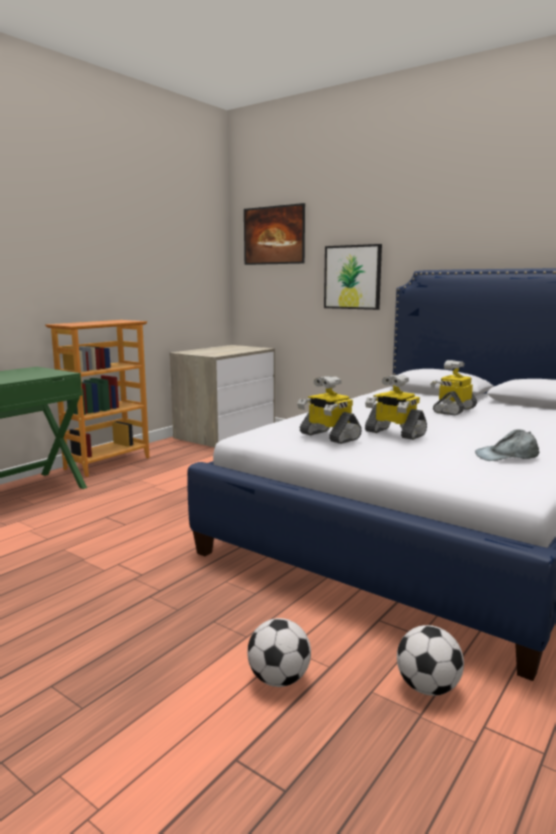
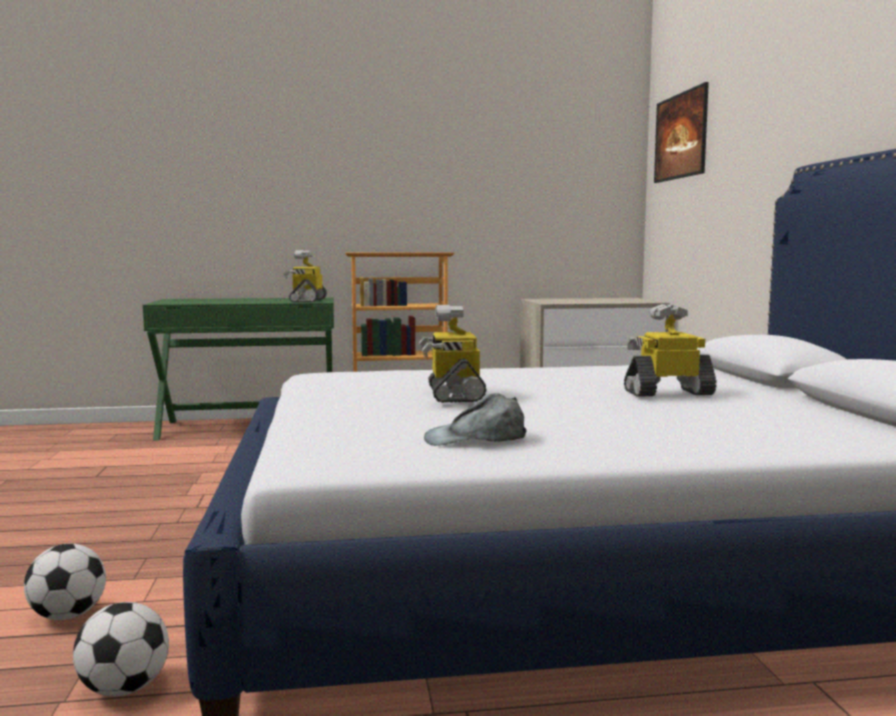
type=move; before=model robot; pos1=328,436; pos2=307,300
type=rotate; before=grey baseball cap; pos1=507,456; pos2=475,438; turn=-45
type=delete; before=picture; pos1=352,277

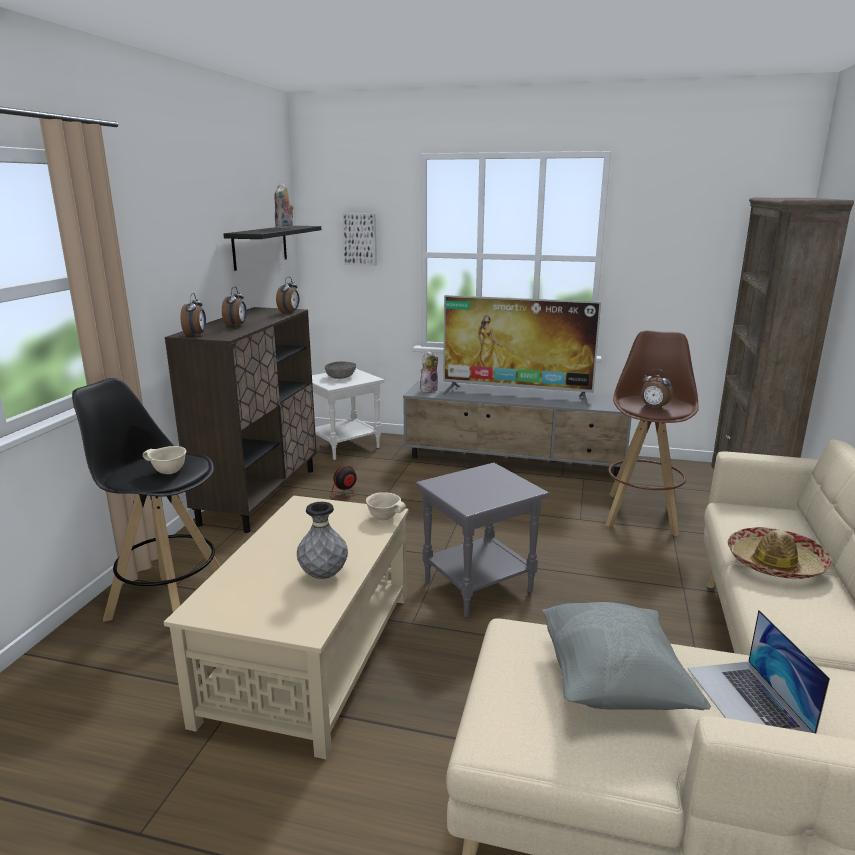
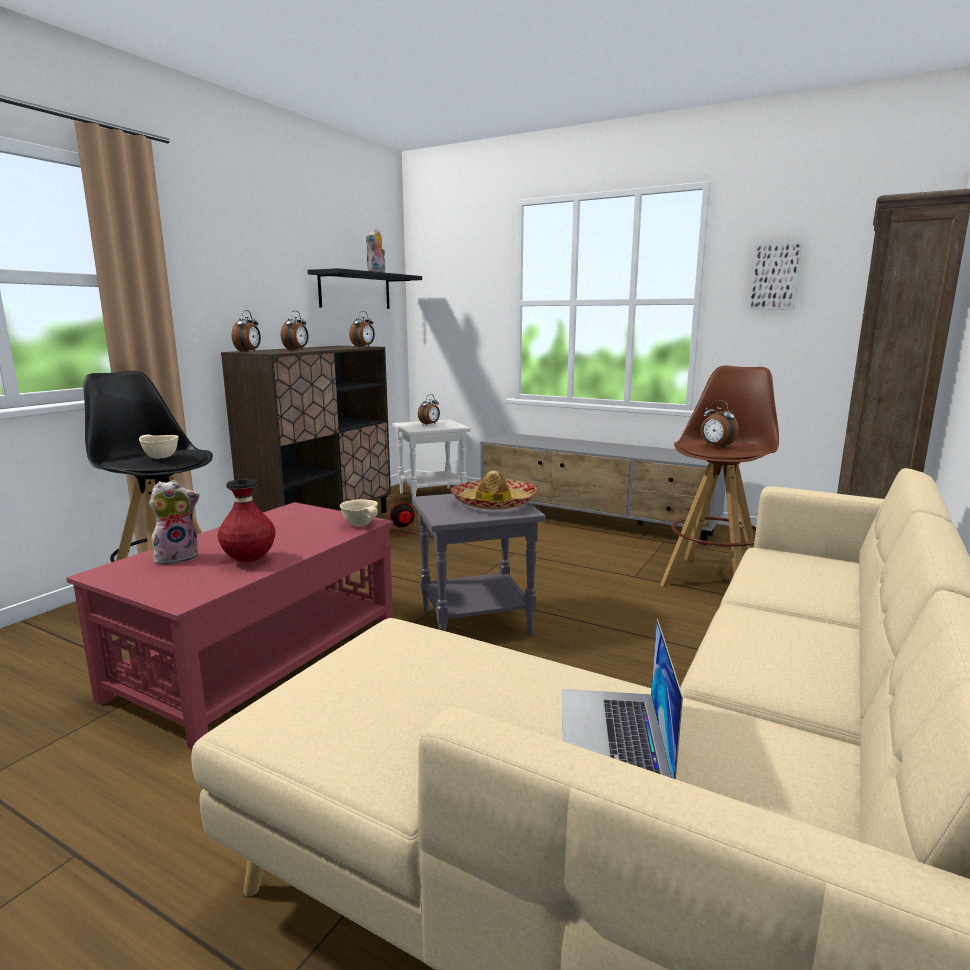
type=recolor; before=beige low table; after=red-coloured low table; pos1=310,655; pos2=258,658
type=move; before=plush toy; pos1=428,390; pos2=178,557
type=recolor; before=grey flower vase; after=red-coloured flower vase; pos1=323,575; pos2=249,561
type=replace; before=grey deep dish; after=alarm clock; pos1=340,377; pos2=430,424
type=move; before=wearable hat; pos1=775,563; pos2=494,503
type=move; before=picture; pos1=360,239; pos2=775,277
type=delete; before=television; pos1=516,395
type=delete; before=grey pillow; pos1=612,684

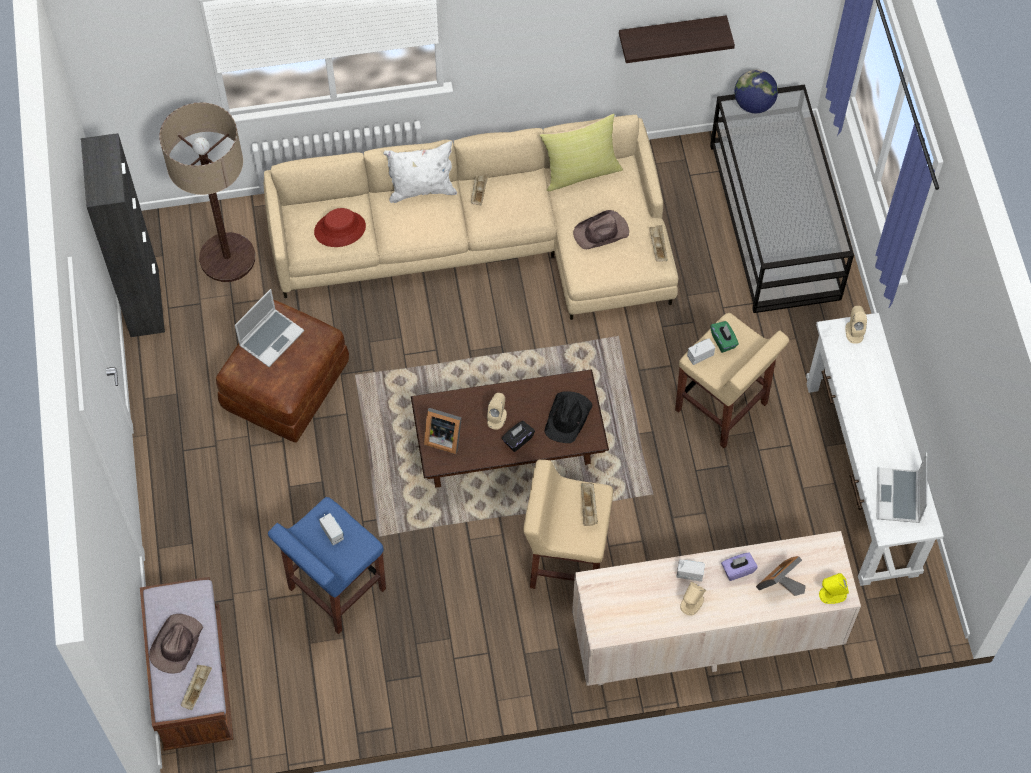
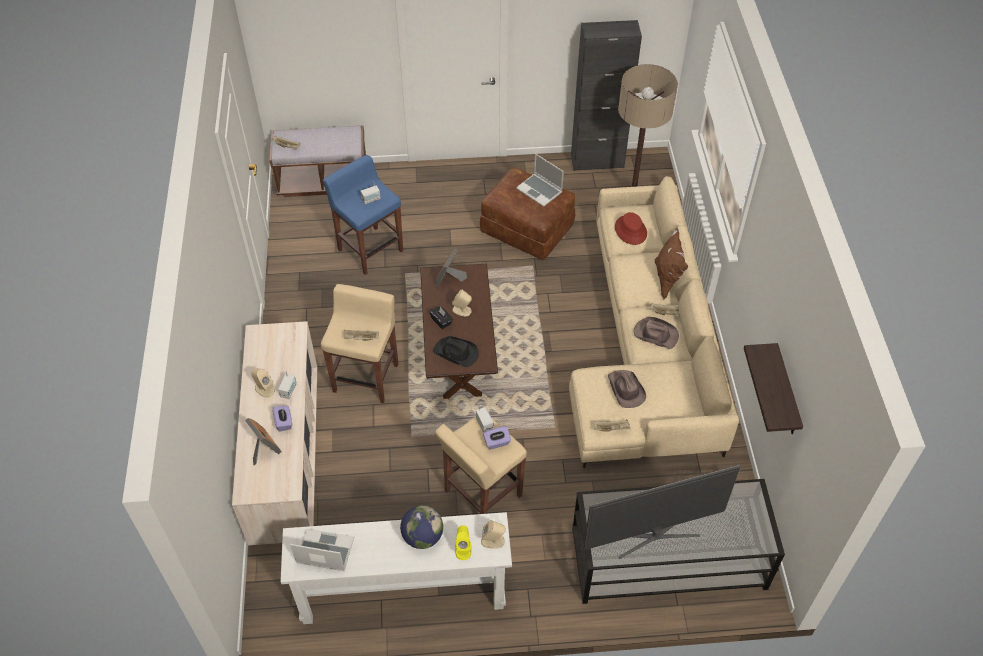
type=move; before=desk globe; pos1=753,104; pos2=422,537
type=move; before=yellow-coloured audio speaker; pos1=832,594; pos2=463,548
type=recolor; before=greenish box of tissues; after=purple-coloured box of tissues; pos1=723,341; pos2=497,442
type=insert; after=television; pos2=654,534
type=move; before=brownish wearable hat; pos1=176,645; pos2=655,334
type=recolor; before=white-coloured pillow; after=brownish pillow; pos1=421,190; pos2=667,279
type=delete; before=yellow-coloured pillow; pos1=581,172

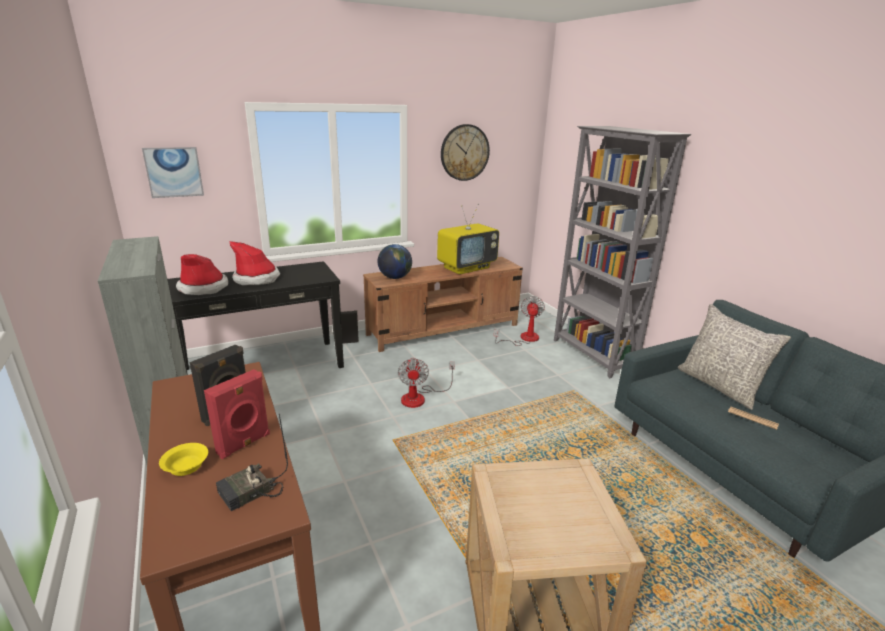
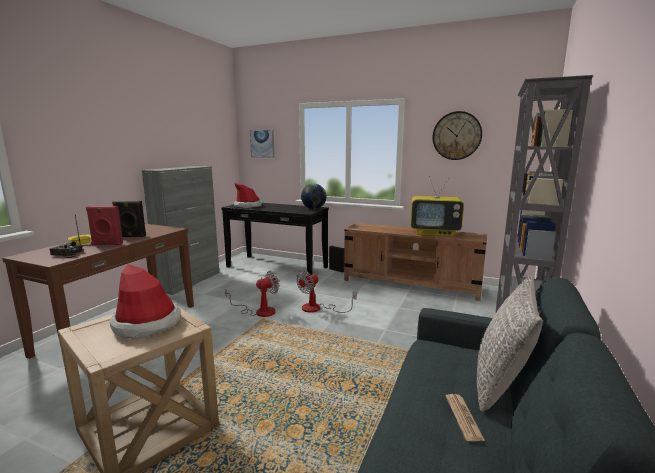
type=move; before=wearable hat; pos1=257,279; pos2=147,324
type=move; before=cooling fan; pos1=523,339; pos2=259,311
type=move; before=desk globe; pos1=395,277; pos2=314,208

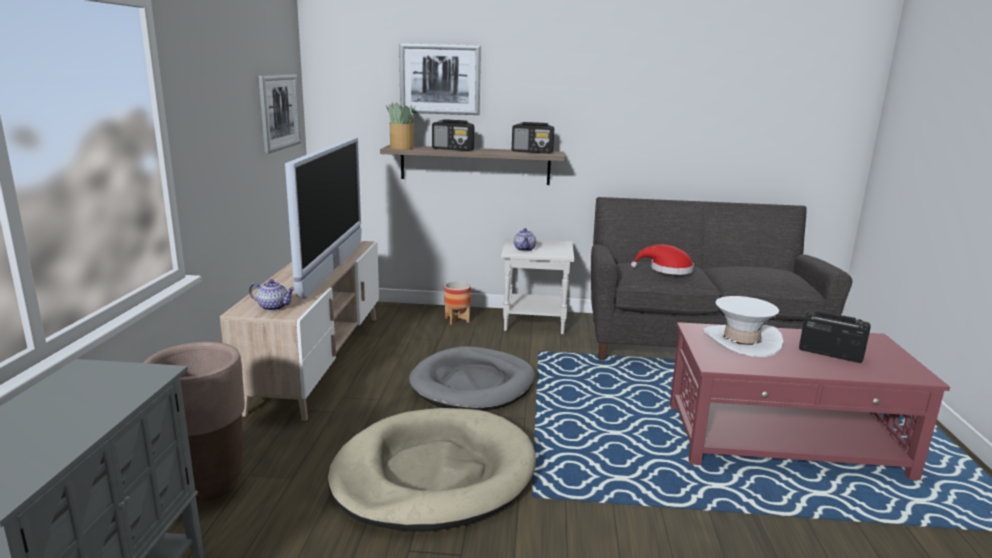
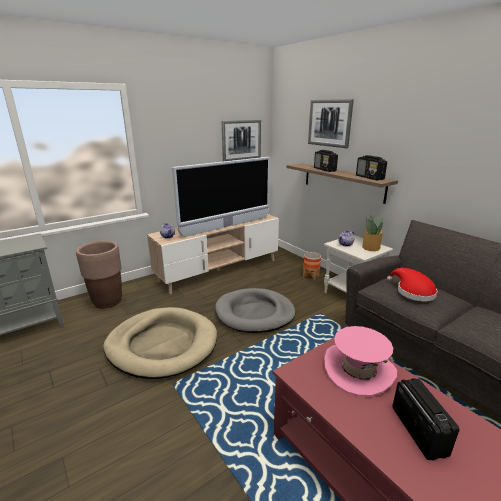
type=recolor; before=white-coloured wearable hat; after=pink wearable hat; pos1=741,341; pos2=358,370
type=move; before=potted plant; pos1=402,147; pos2=370,247

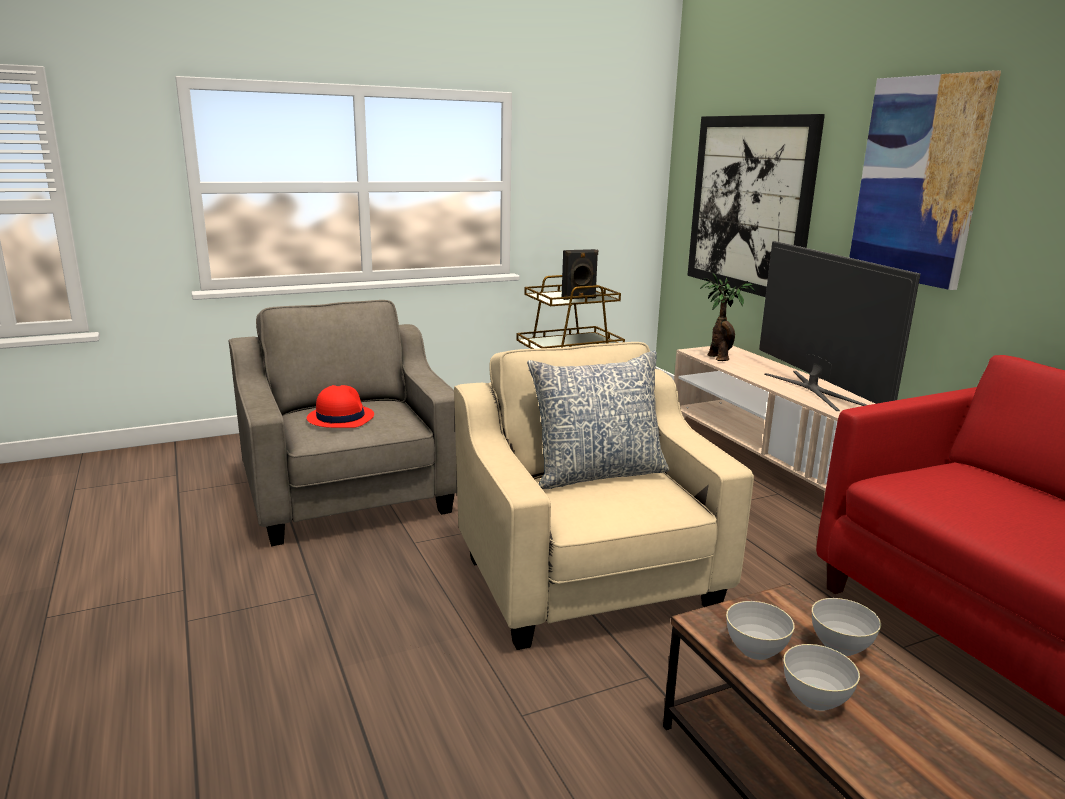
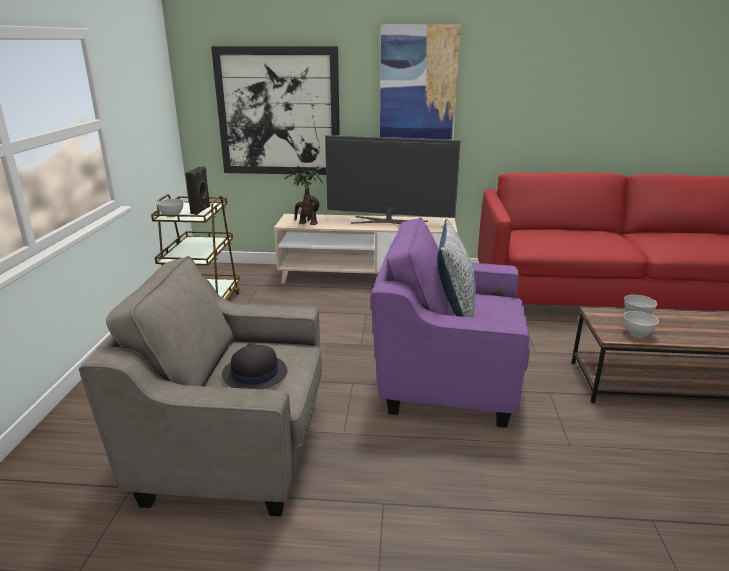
type=move; before=grey deep dish; pos1=815,699; pos2=172,215
type=recolor; before=red-coloured wearable hat; after=blackish wearable hat; pos1=340,417; pos2=254,374
type=recolor; before=beige easy chair; after=purple-coloured easy chair; pos1=590,581; pos2=448,378

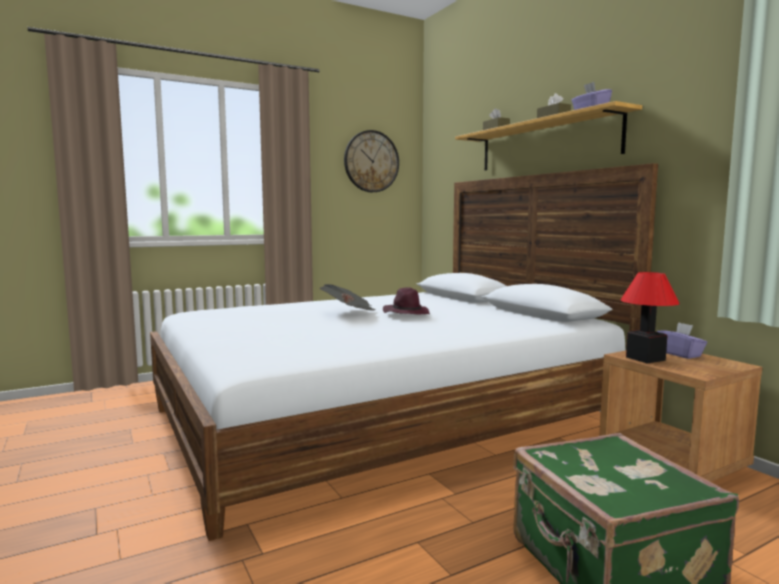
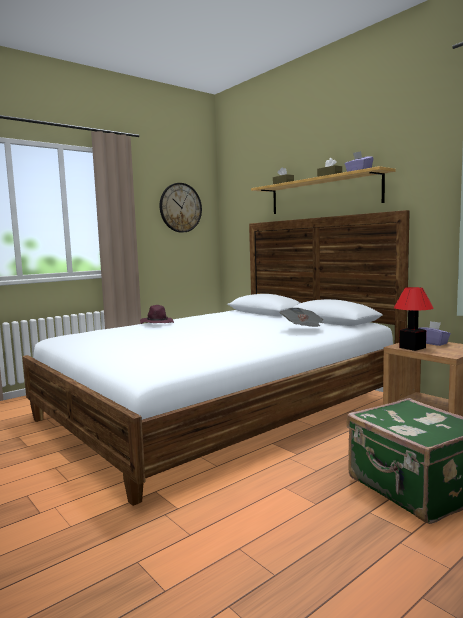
type=move; before=purple-coloured wearable hat; pos1=406,313; pos2=157,323
type=move; before=newspaper; pos1=349,313; pos2=303,330

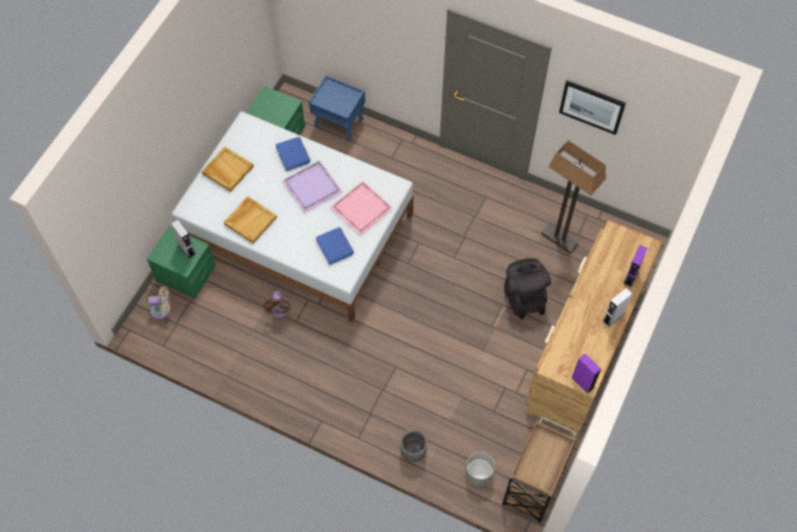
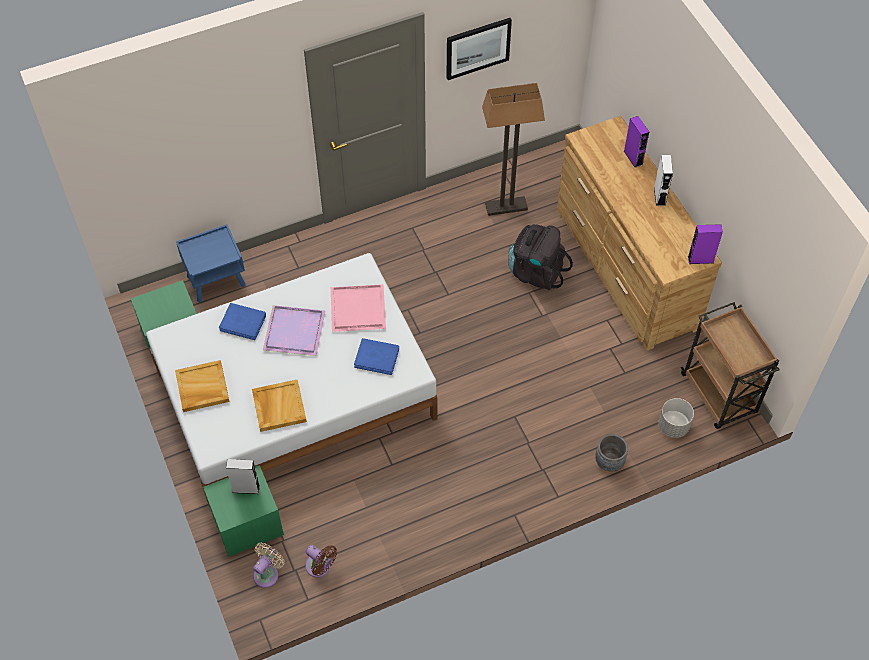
type=move; before=brownish cooling fan; pos1=279,311; pos2=320,567

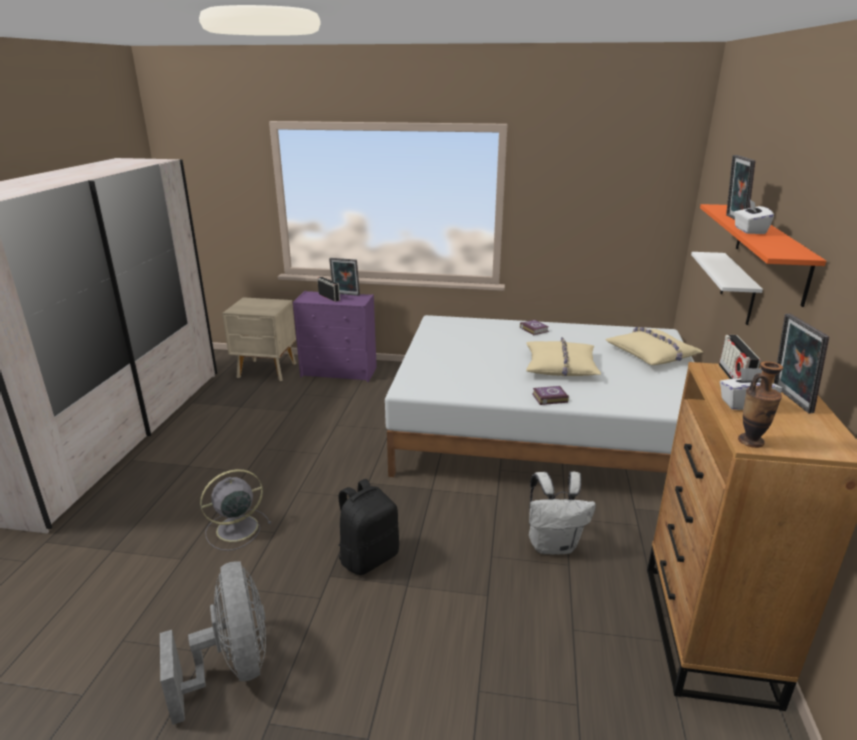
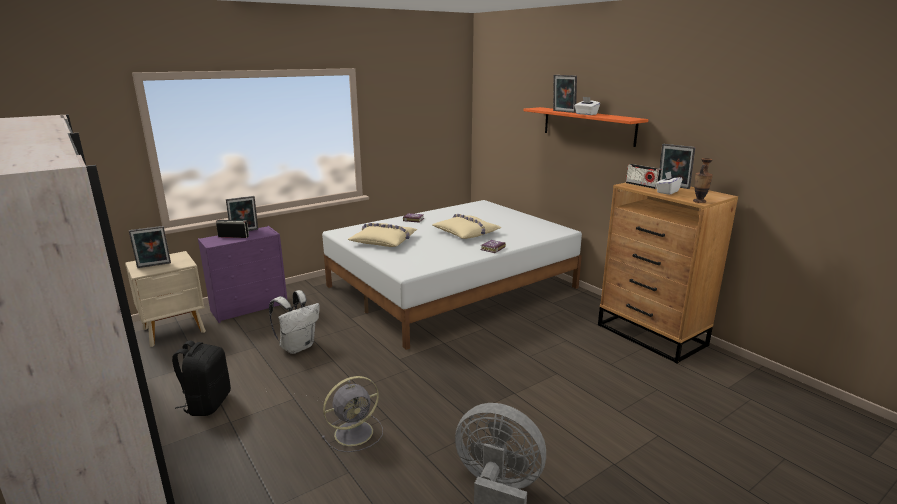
type=insert; after=photo frame; pos2=154,266
type=move; before=blackish rucksack; pos1=368,557; pos2=207,403
type=move; before=white-coloured rucksack; pos1=553,545; pos2=298,346
type=rotate; before=grey cooling fan; pos1=235,529; pos2=355,432; turn=-135
type=move; before=beige pillow; pos1=652,354; pos2=384,241
type=delete; before=white-coloured bracket shelf; pos1=738,288

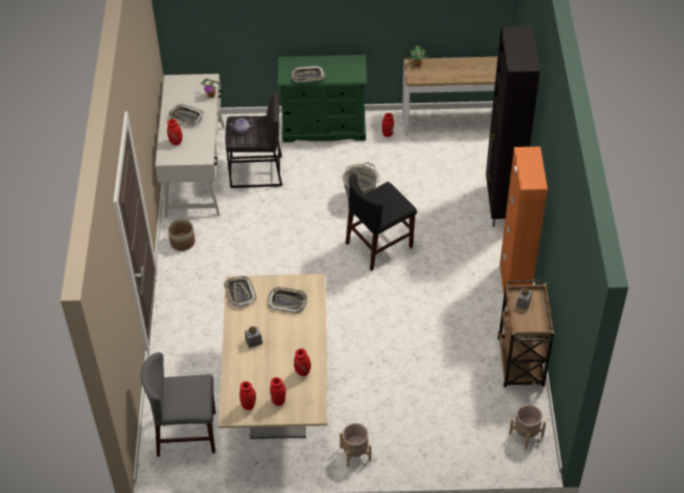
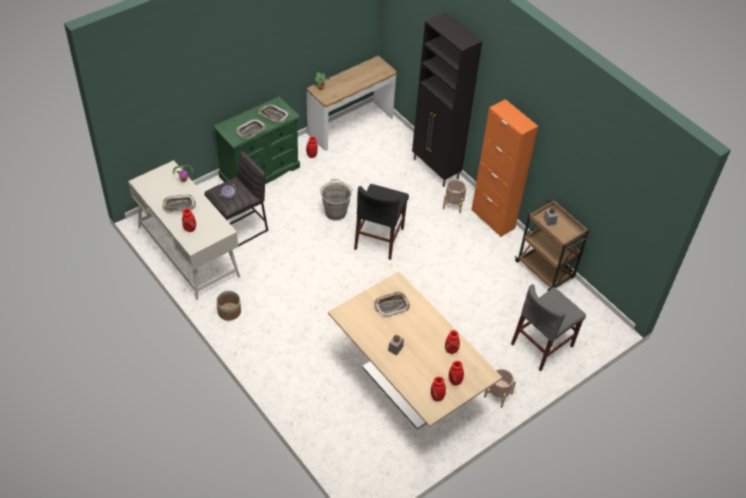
type=move; before=tray; pos1=240,293; pos2=273,115
type=move; before=beige planter; pos1=525,435; pos2=453,204
type=move; before=grey plain chair; pos1=187,433; pos2=542,345

